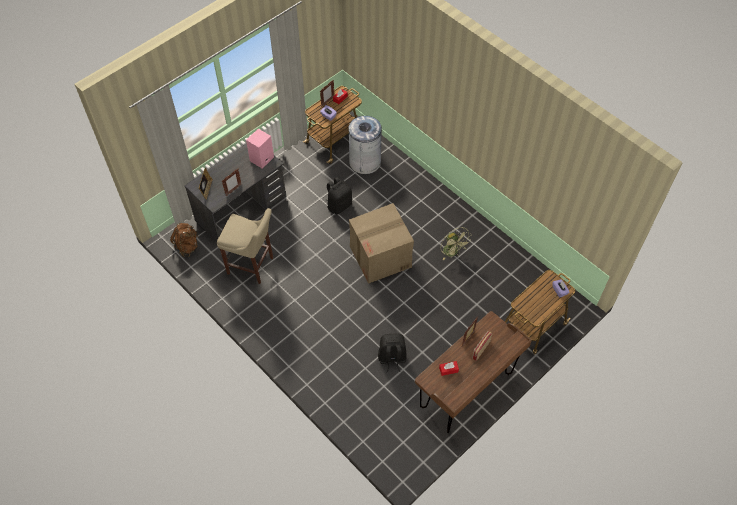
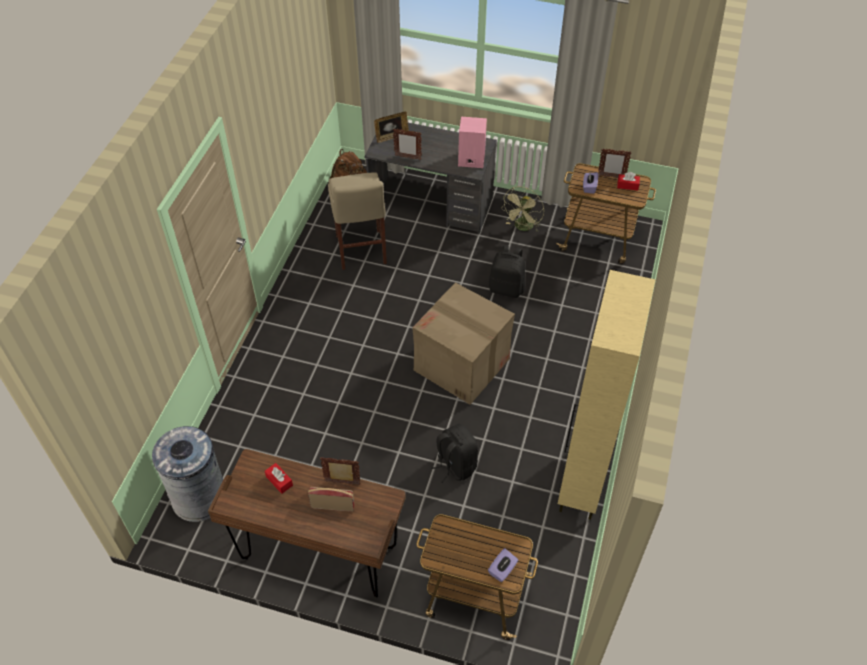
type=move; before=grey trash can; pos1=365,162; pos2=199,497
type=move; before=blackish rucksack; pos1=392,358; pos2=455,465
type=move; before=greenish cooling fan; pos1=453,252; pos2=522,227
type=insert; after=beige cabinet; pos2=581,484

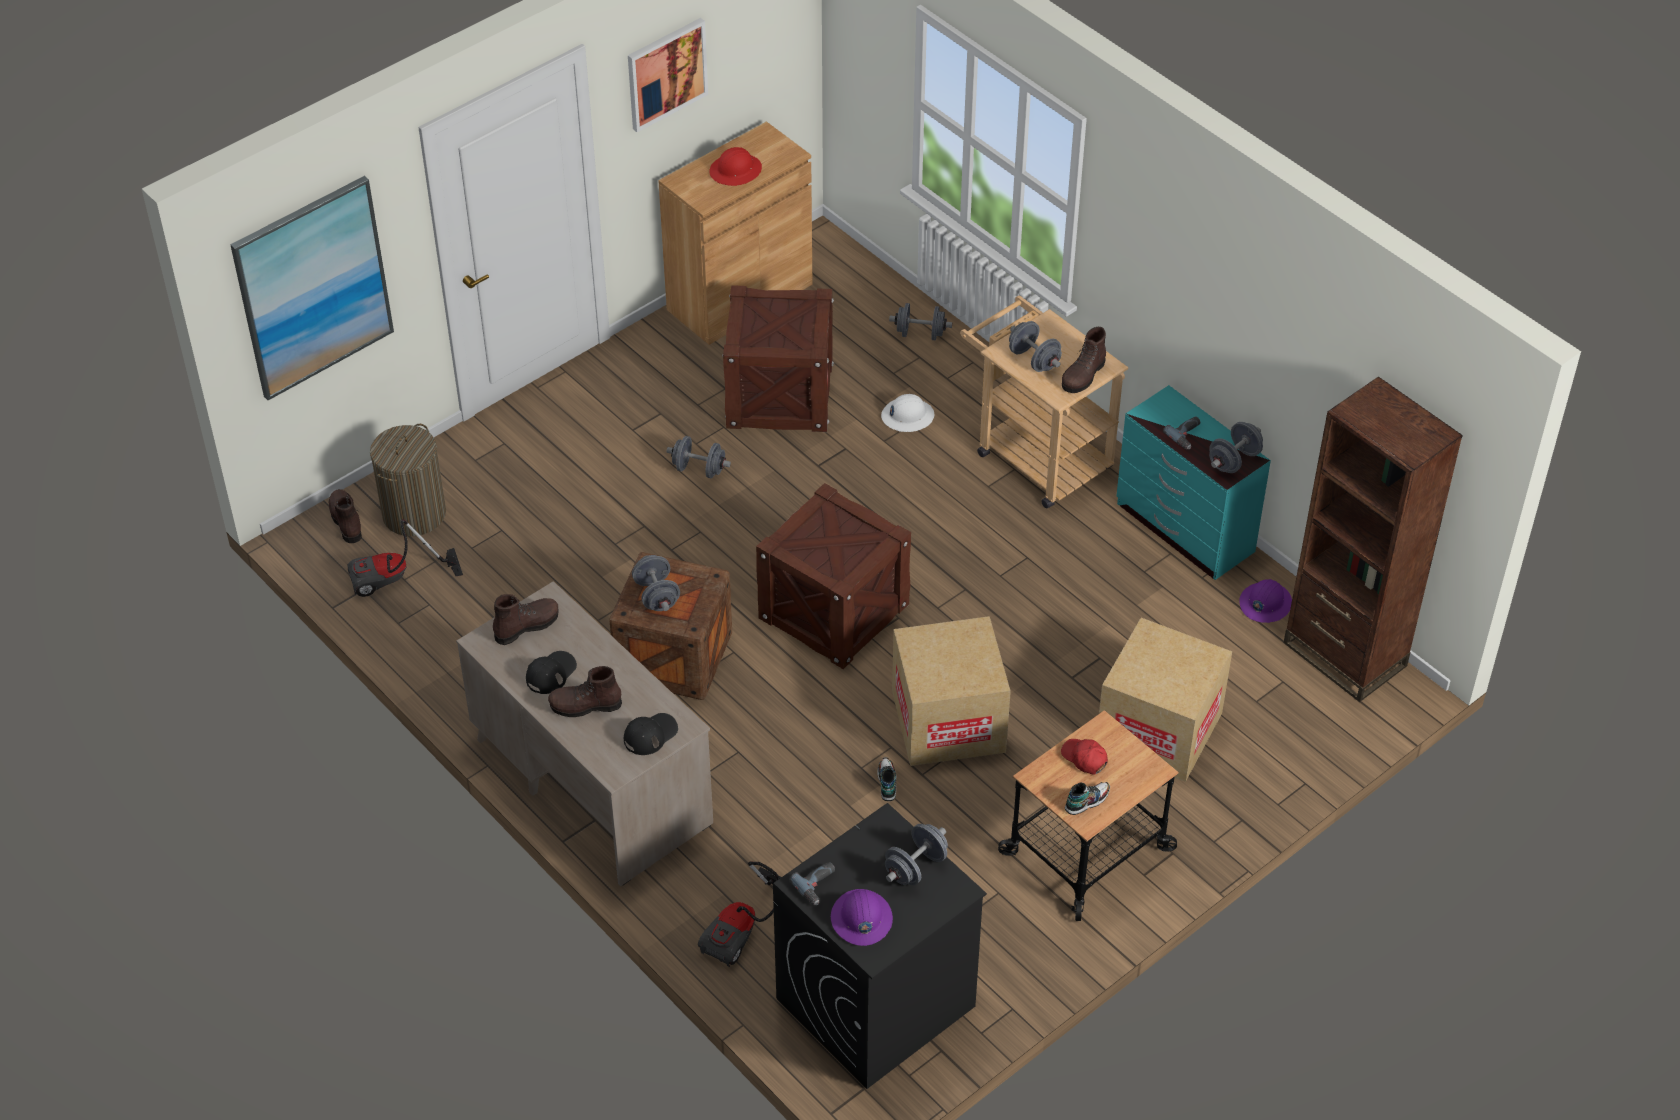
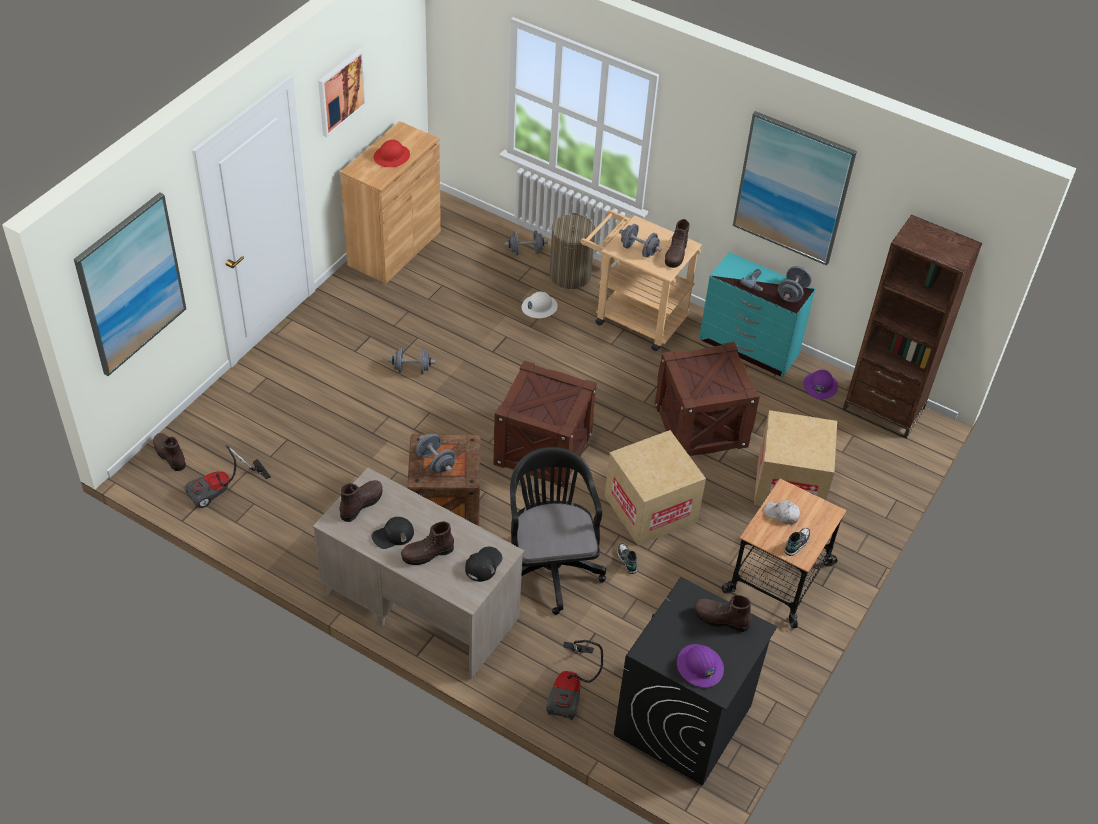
type=rotate; before=blackish baseball cap; pos1=551,673; pos2=393,535; turn=-135
type=insert; after=blackish desk chair; pos2=550,565
type=move; before=washing basket; pos1=414,513; pos2=570,275
type=move; before=packing crate; pos1=779,395; pos2=700,425
type=replace; before=grey free weight; after=brownish high-top boot; pos1=915,867; pos2=721,619
type=insert; after=picture; pos2=793,188
type=recolor; before=red-coloured baseball cap; after=white-coloured baseball cap; pos1=1084,758; pos2=782,514
type=delete; before=drill; pos1=818,885

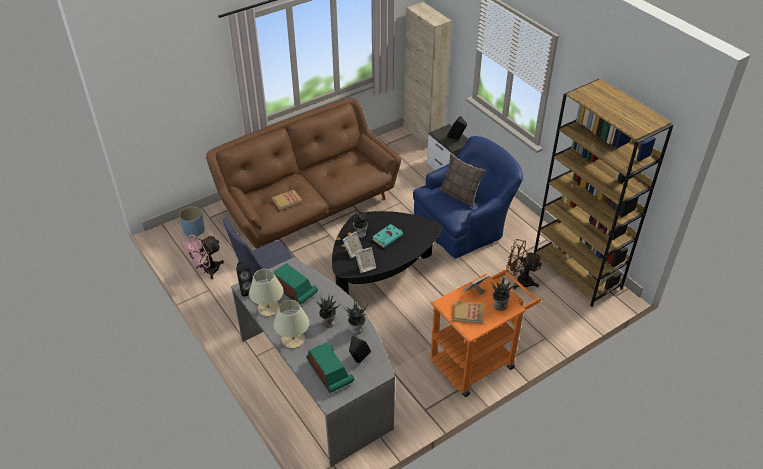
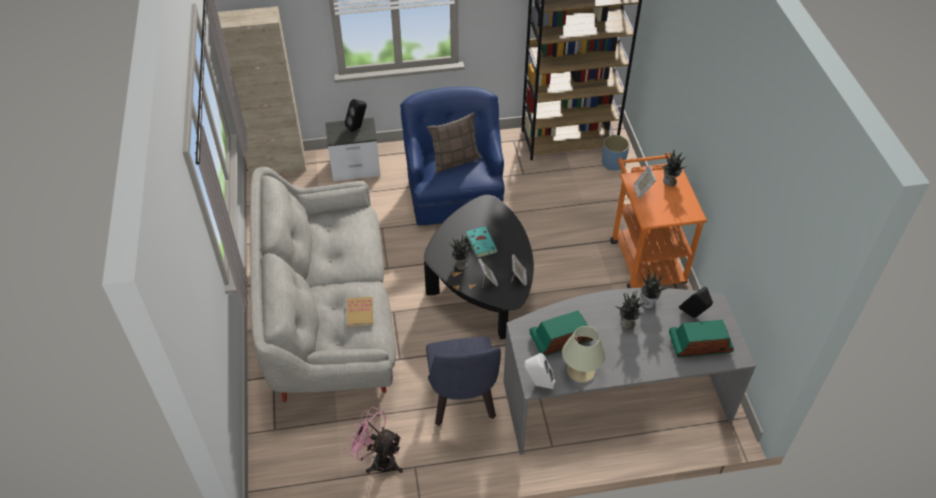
type=recolor; before=brownish sofa; after=grey sofa; pos1=308,207; pos2=329,315
type=rotate; before=pink cooling fan; pos1=207,271; pos2=379,460; turn=135
type=recolor; before=blackish audio speaker; after=white-coloured audio speaker; pos1=246,289; pos2=538,384
type=move; before=blue-coloured planter; pos1=194,230; pos2=613,163
type=delete; before=beige table lamp; pos1=293,340
type=delete; before=book; pos1=468,313
type=delete; before=brownish cooling fan; pos1=519,281

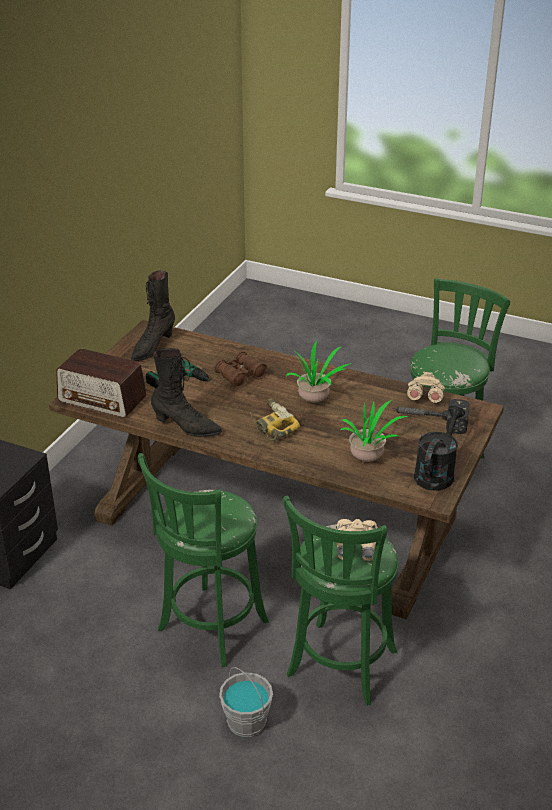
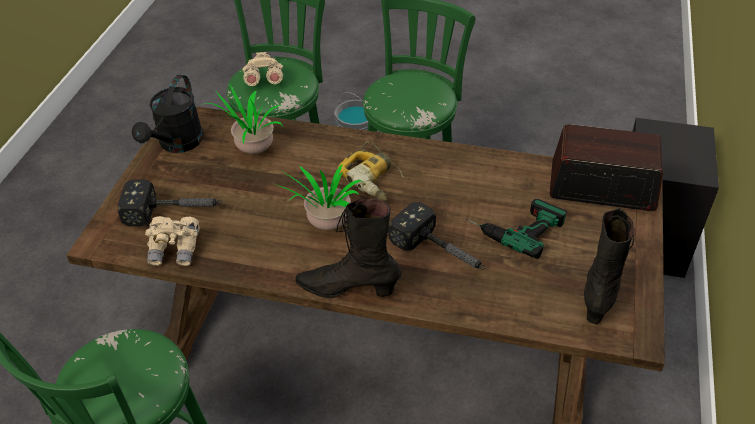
type=move; before=blackish high-top boot; pos1=186,427; pos2=348,288
type=replace; before=brownish pair of binoculars; after=hammer; pos1=240,376; pos2=441,253

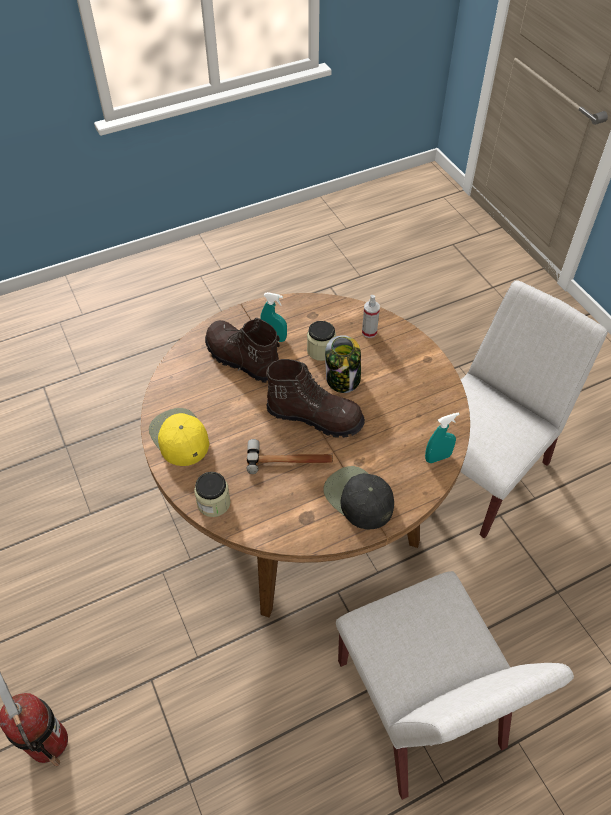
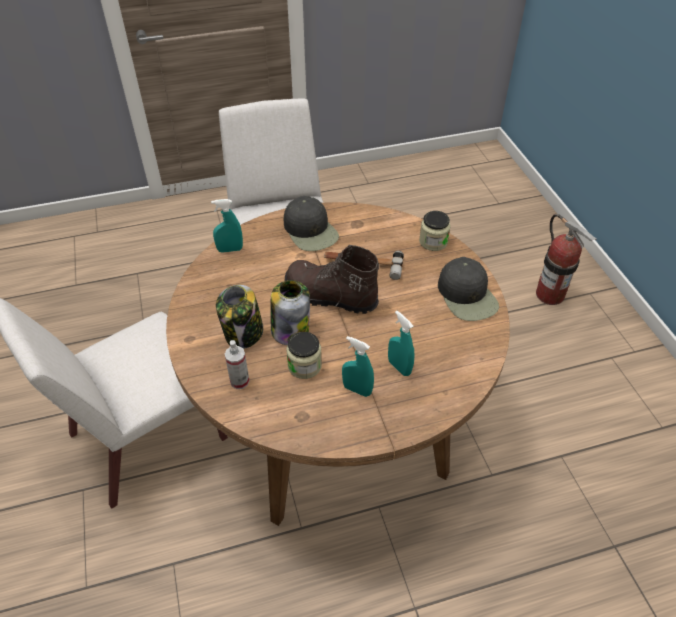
type=insert; after=preserve jar; pos2=243,334
type=replace; before=brownish high-top boot; after=blue-green spray bottle; pos1=242,360; pos2=399,367
type=recolor; before=yellow-coloured baseball cap; after=blackish baseball cap; pos1=179,437; pos2=467,296

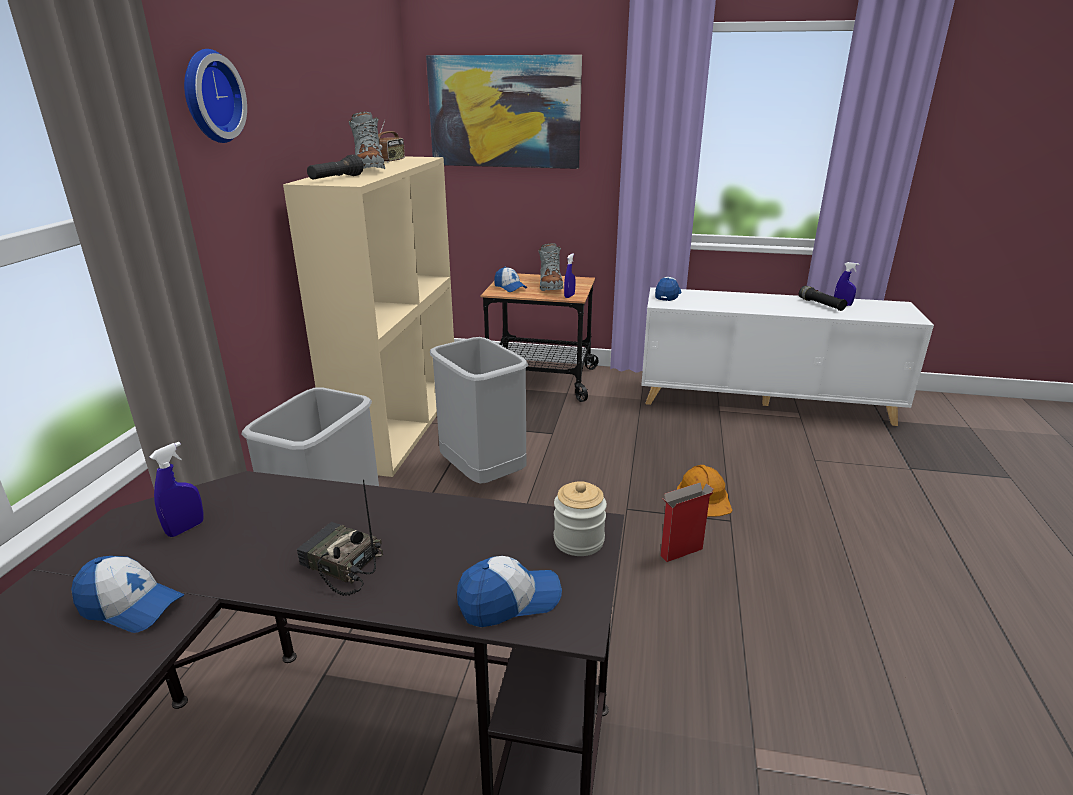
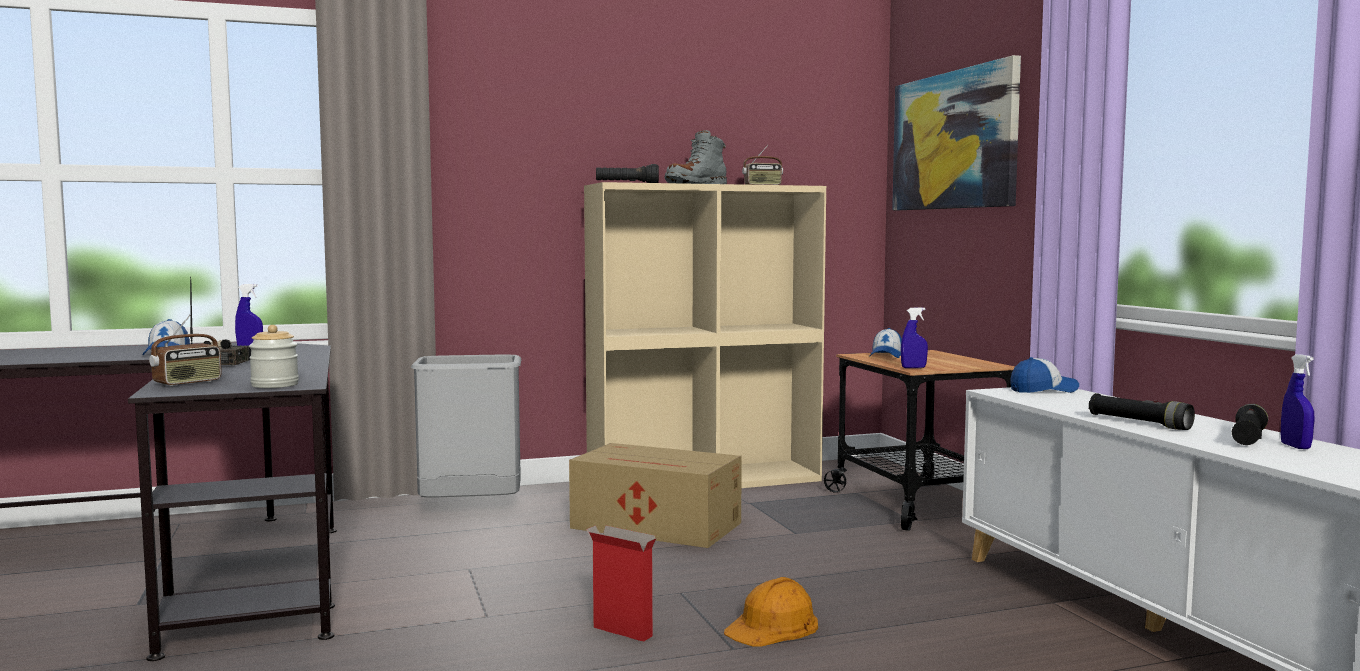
type=replace; before=baseball cap; after=radio; pos1=509,601; pos2=188,383
type=replace; before=grey trash can; after=packing box; pos1=484,475; pos2=658,526
type=insert; after=blackish hand torch; pos2=1139,423
type=delete; before=wall clock; pos1=209,97
type=delete; before=grey high-top boot; pos1=550,286

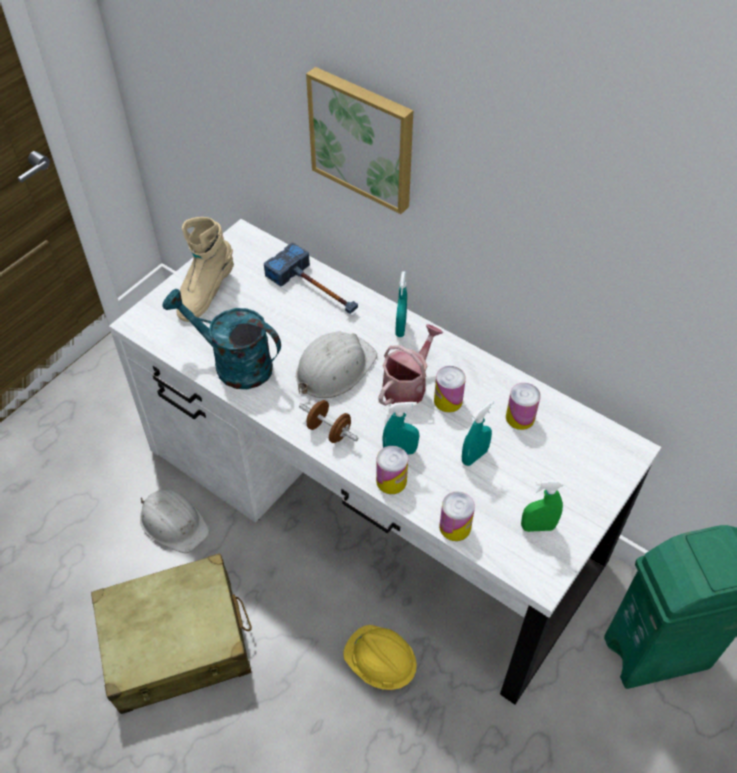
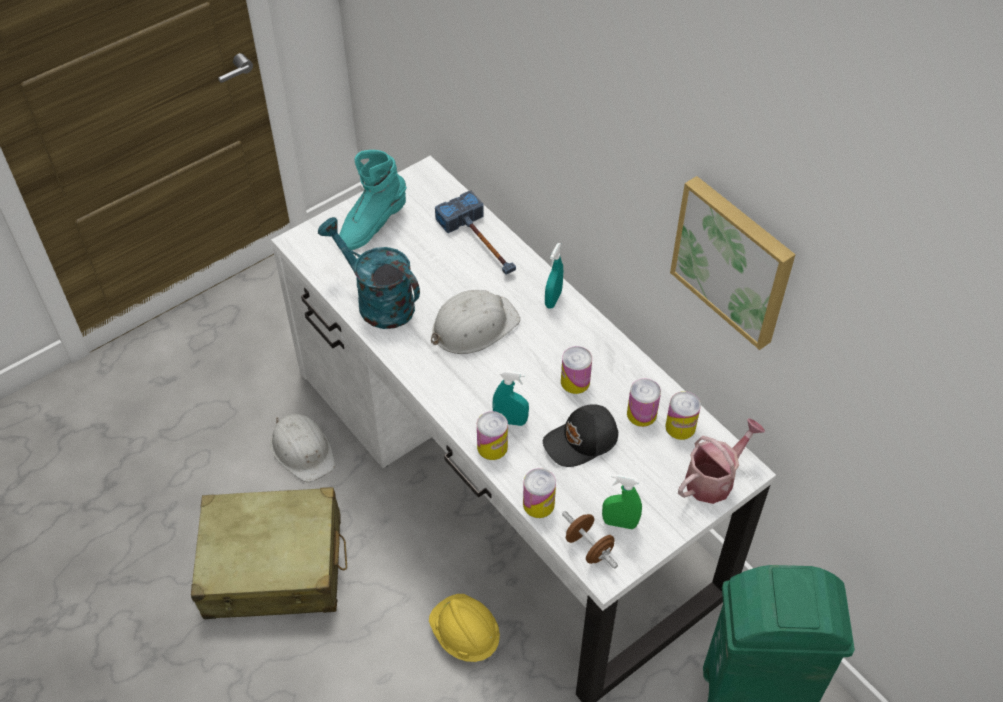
type=recolor; before=beige high-top boot; after=blue-green high-top boot; pos1=205,293; pos2=372,225
type=replace; before=blue-green spray bottle; after=blackish baseball cap; pos1=474,456; pos2=582,442
type=move; before=brownish free weight; pos1=329,431; pos2=589,547
type=insert; after=metal can; pos2=680,427
type=move; before=picture; pos1=363,138; pos2=734,260
type=move; before=watering pot; pos1=407,385; pos2=714,478

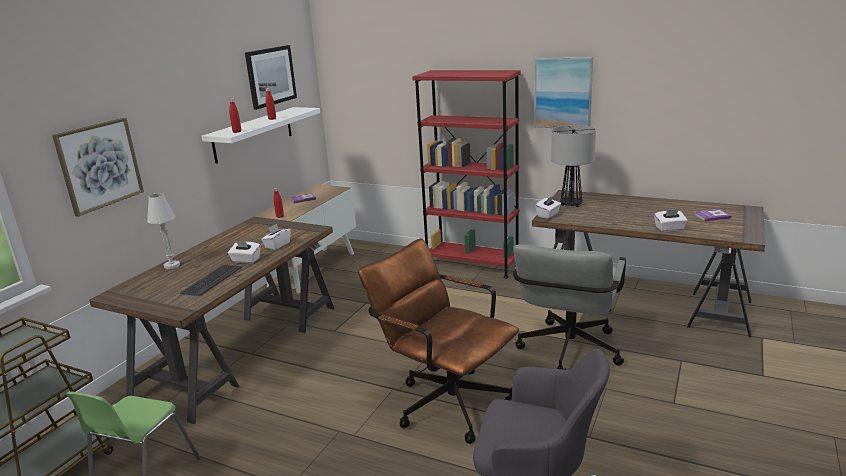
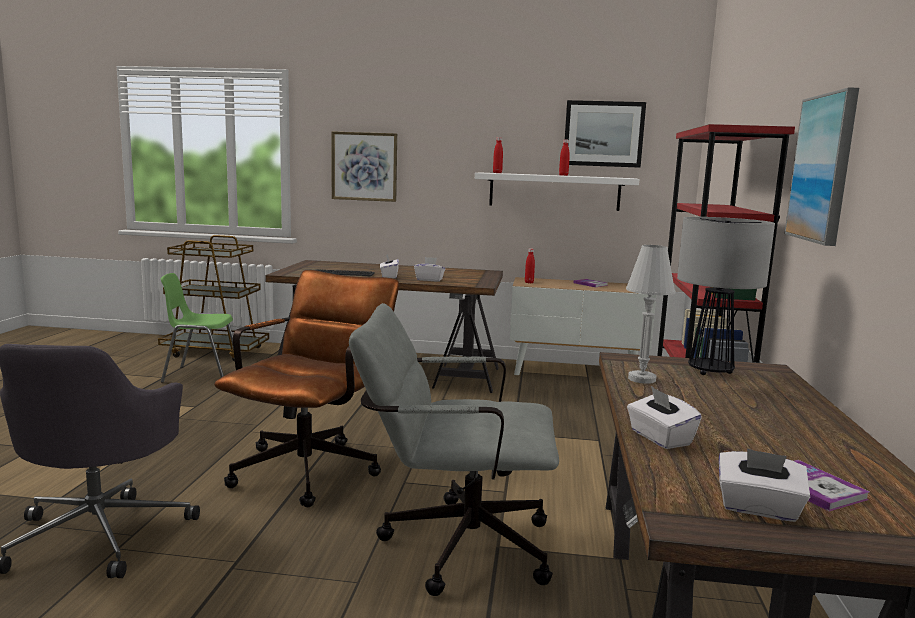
type=move; before=white-coloured table lamp; pos1=172,265; pos2=642,379
type=move; before=white-coloured box of tissues; pos1=548,215; pos2=758,508

